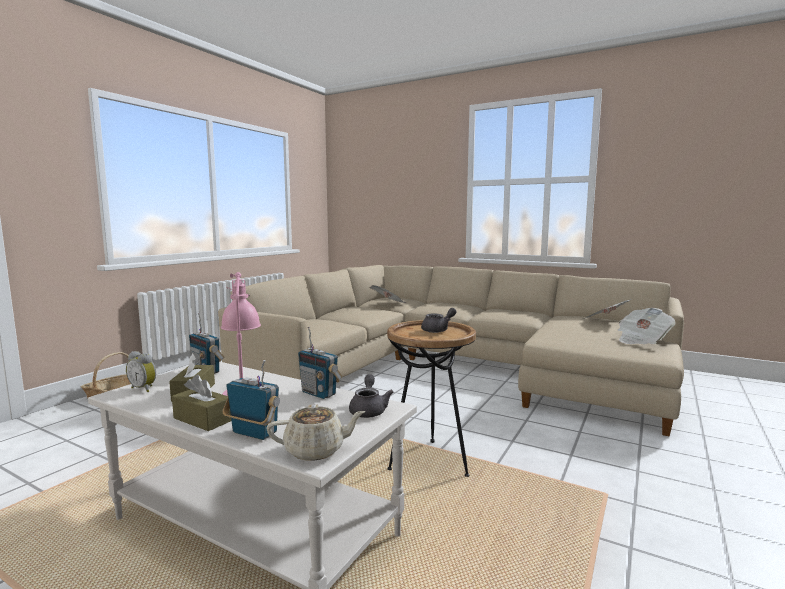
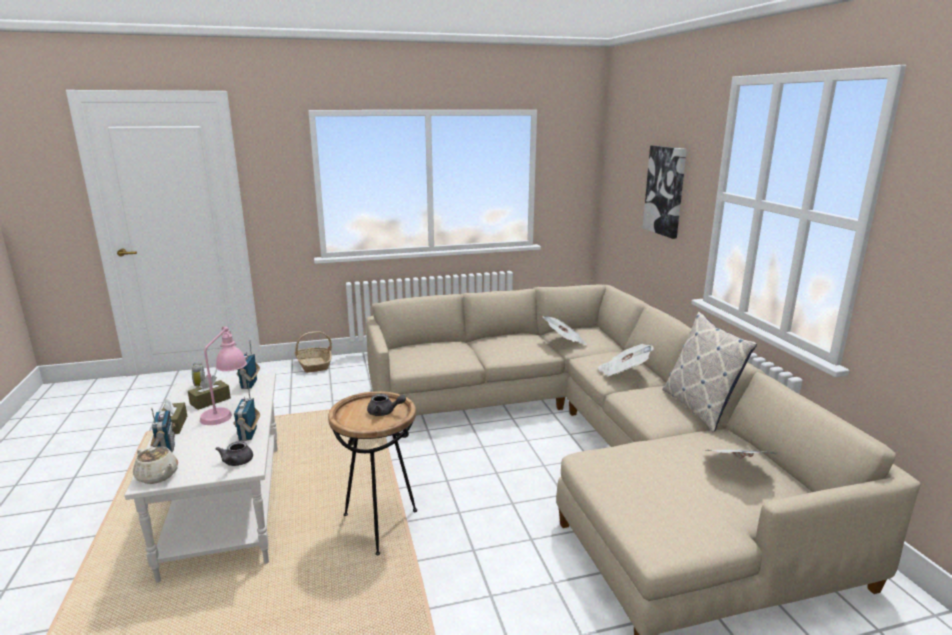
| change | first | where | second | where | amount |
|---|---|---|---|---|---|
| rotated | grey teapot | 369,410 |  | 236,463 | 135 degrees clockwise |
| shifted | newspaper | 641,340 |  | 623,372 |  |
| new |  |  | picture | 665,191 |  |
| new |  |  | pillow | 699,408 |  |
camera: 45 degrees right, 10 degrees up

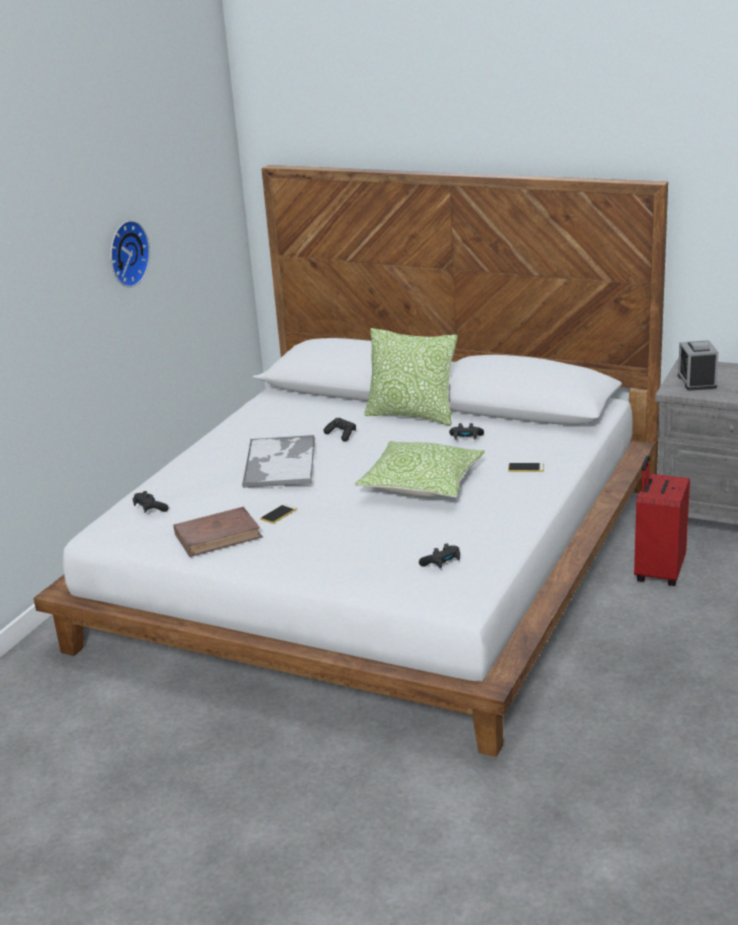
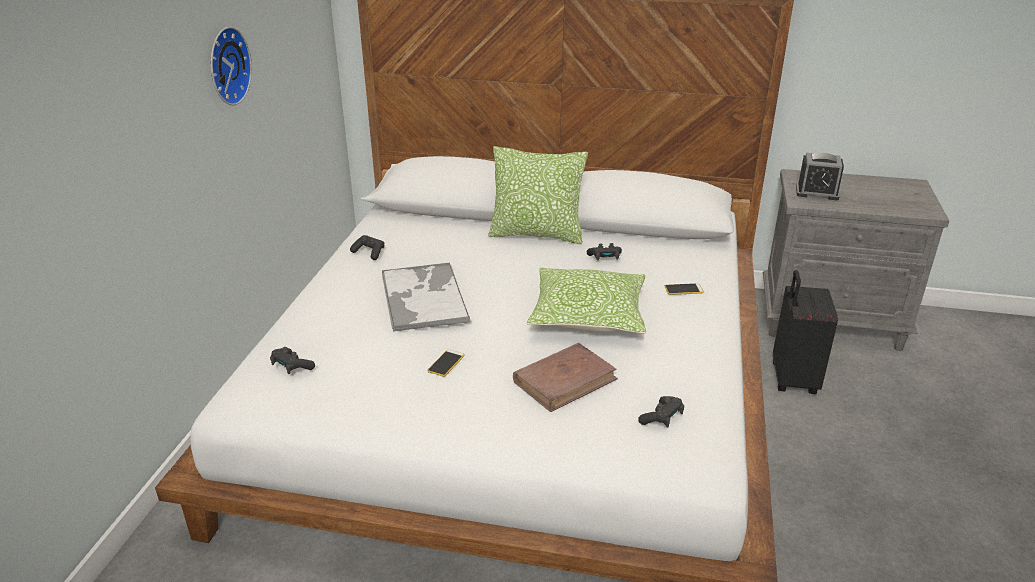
| change | first | where | second | where | amount |
|---|---|---|---|---|---|
| shifted | brown book | 218,536 |  | 565,380 |  |
| shifted | black game controller | 341,435 |  | 369,253 |  |
| repainted | red suitcase | 658,572 | black suitcase | 792,379 |  |
| rotated | alarm clock | 696,381 |  | 817,192 | 60 degrees counterclockwise |
camera: 15 degrees left, 5 degrees up

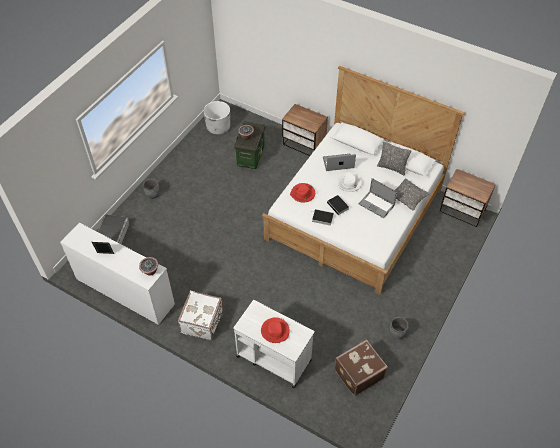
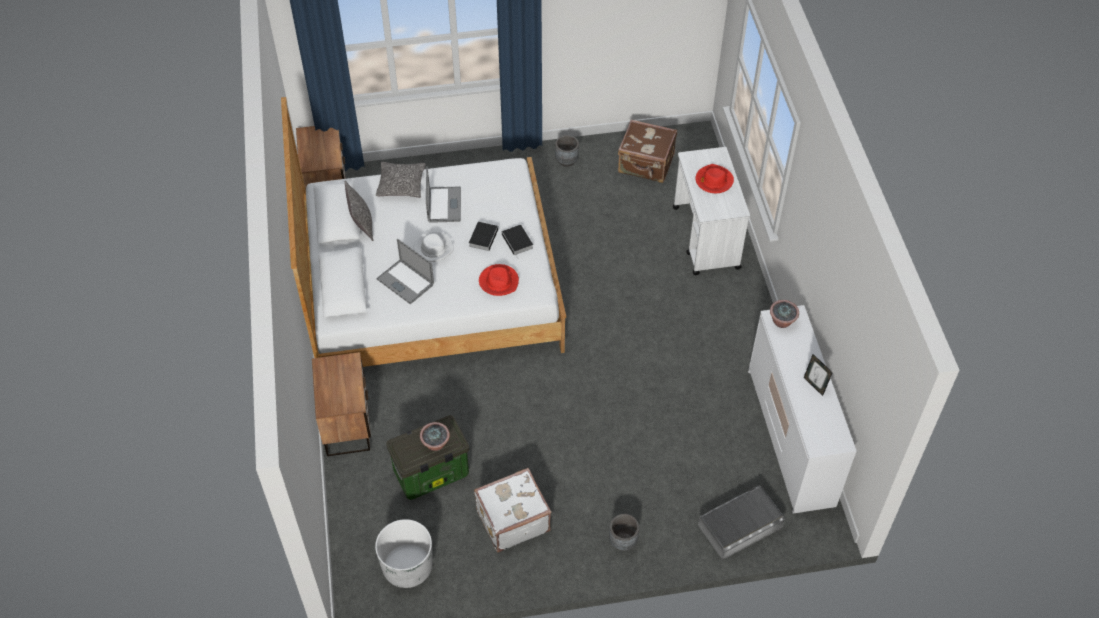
| change | first | where | second | where | amount |
|---|---|---|---|---|---|
| shifted | white suitcase | 203,322 |  | 512,520 |  |
camera: 130 degrees left, 0 degrees up

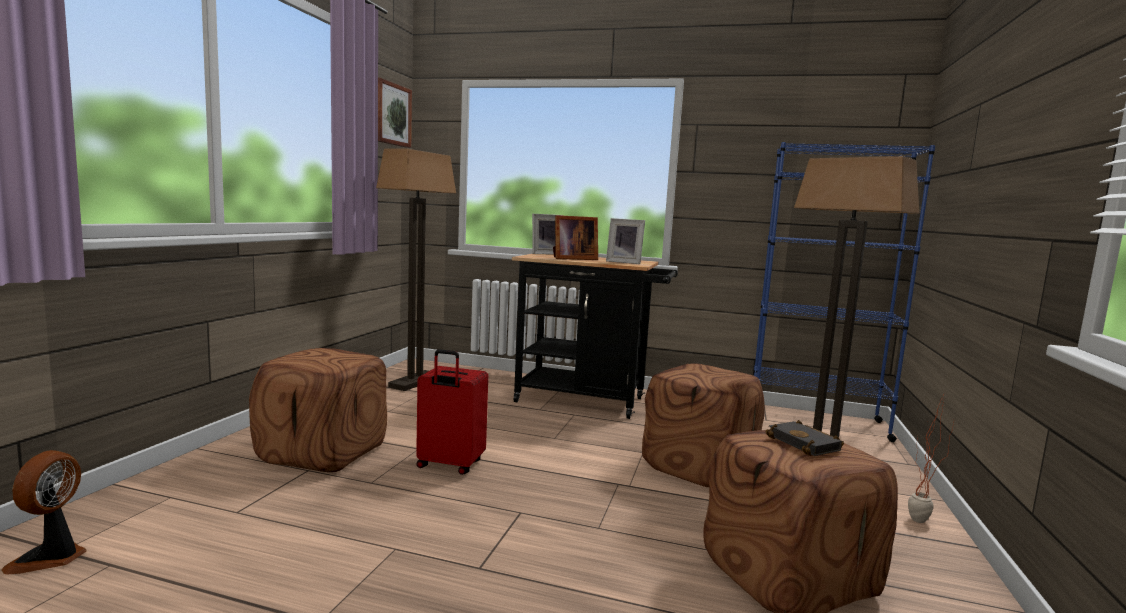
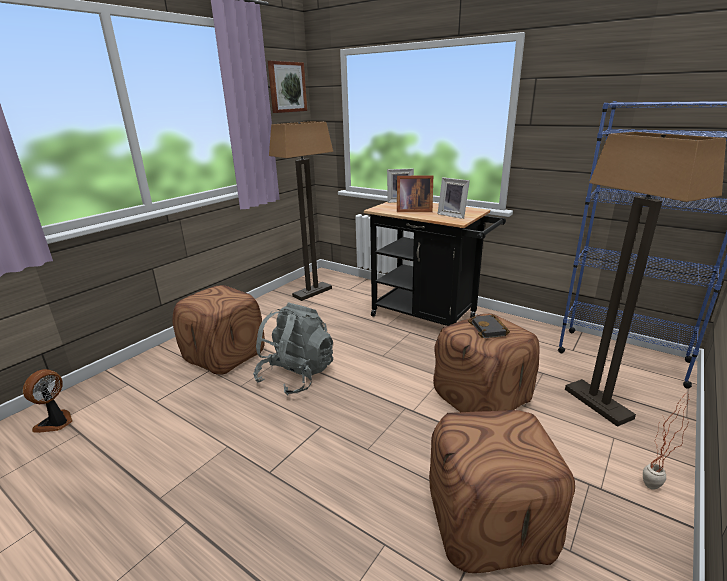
| change | first | where | second | where | amount |
|---|---|---|---|---|---|
| swapped | red suitcase | 449,465 | grey backpack | 296,375 |  |
| shifted | black book | 806,444 |  | 489,329 |  |
camera: 20 degrees right, 15 degrees up

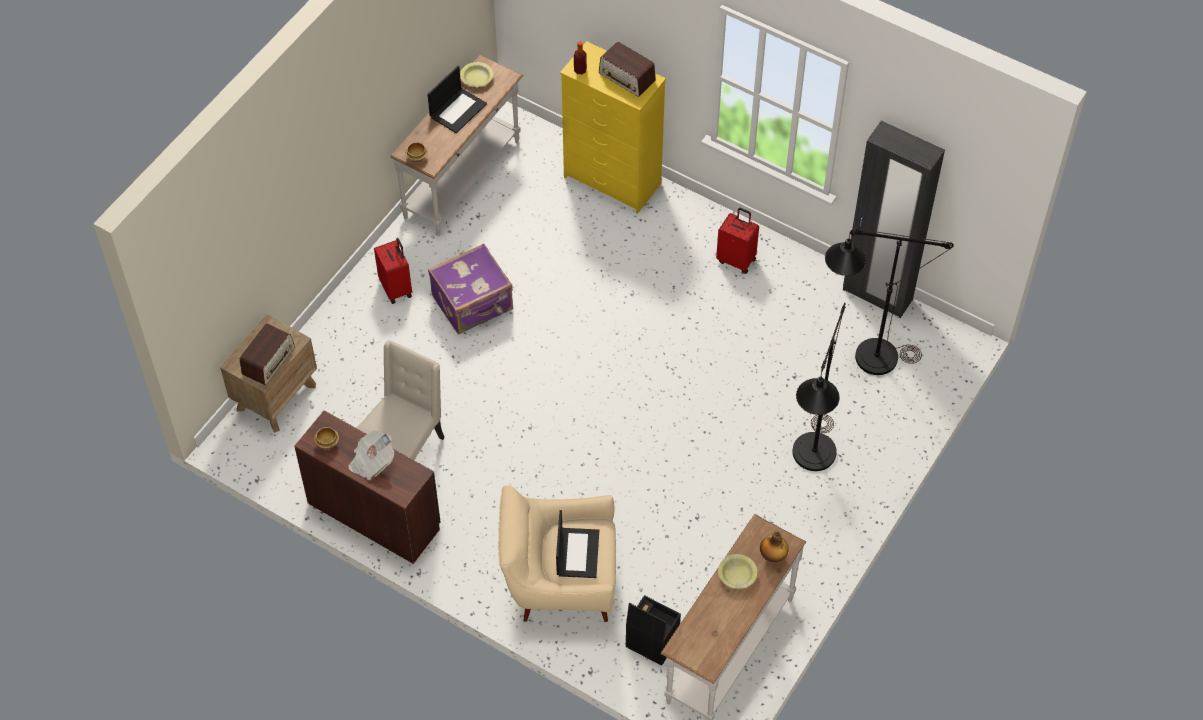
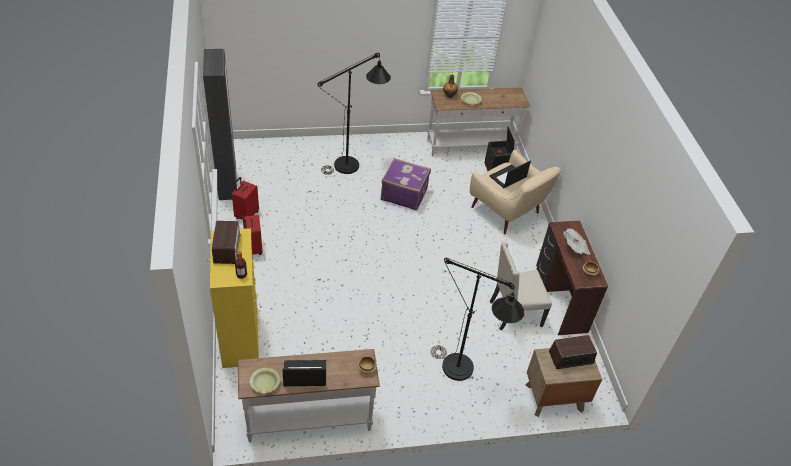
| change | first | where | second | where | amount |
|---|---|---|---|---|---|
| shifted | red suitcase | 397,288 |  | 246,215 |  |
| shifted | purple suitcase | 473,304 |  | 404,194 |  |
| shifted | black floor lamp | 863,358 |  | 464,373 |  |
camera: 135 degrees left, 10 degrees down

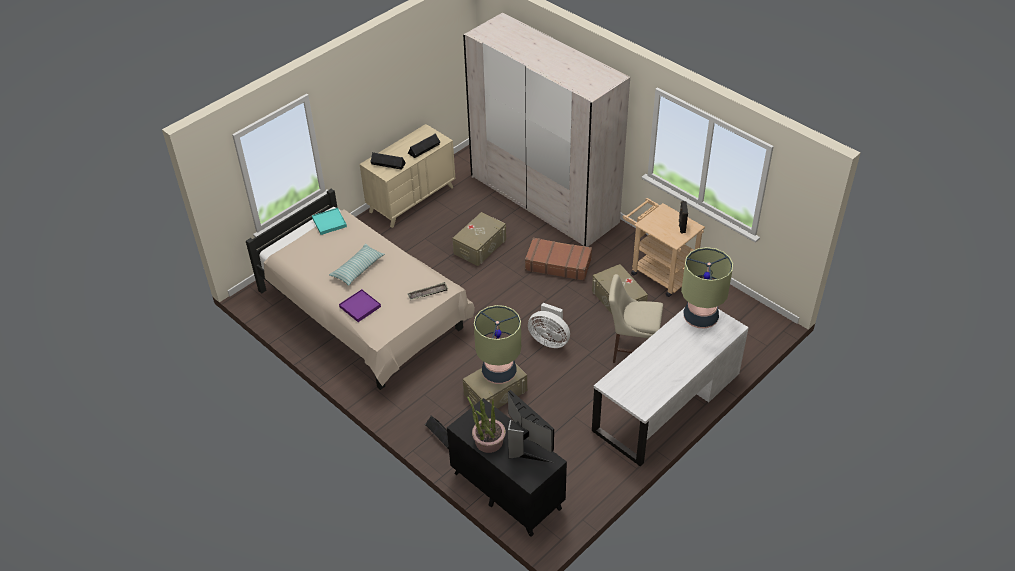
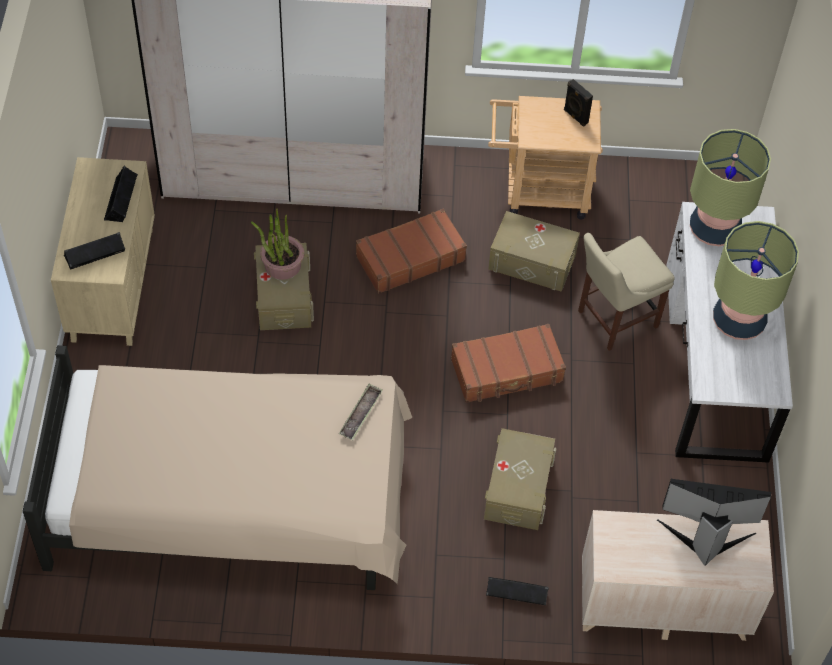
| change | first | where | second | where | amount |
|---|---|---|---|---|---|
| gone | turquoise tray | 329,222 |  |  |  |
| gone | pillow | 358,269 |  |  |  |
| gone | purple tray | 360,307 |  |  |  |
| repainted | black dresser | 507,490 | beige dresser | 662,604 |  |
| shifted | potted plant | 488,441 |  | 282,265 |  |
| shifted | table lamp | 499,372 |  | 738,321 |  |
| swapped | white fan | 549,340 | brown suitcase | 507,371 |  |
camera: 45 degrees left, 10 degrees up

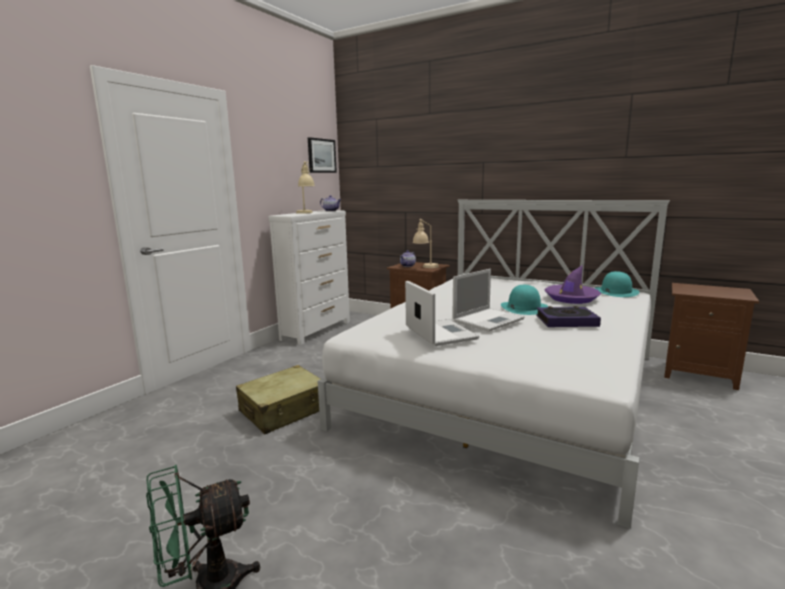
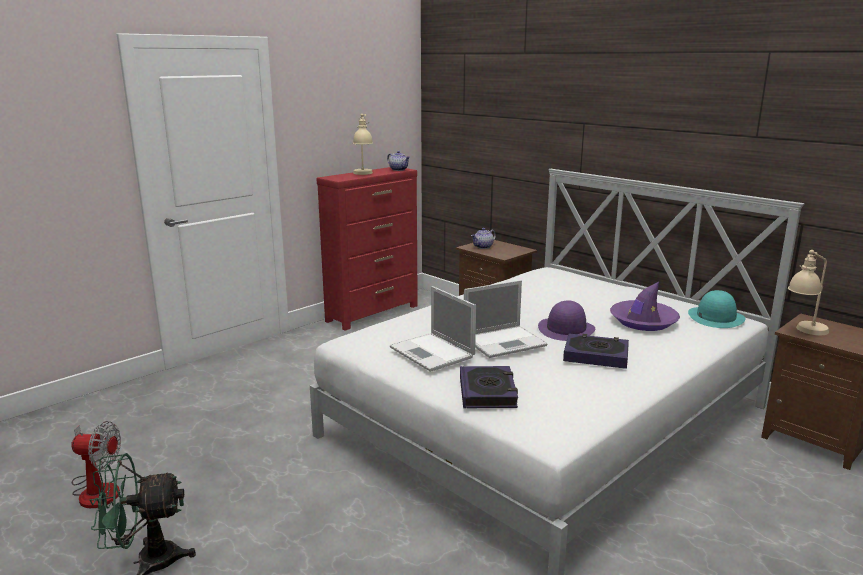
| change | first | where | second | where | amount |
|---|---|---|---|---|---|
| gone | beige suitcase | 284,410 |  |  |  |
| repainted | white dresser | 317,330 | red dresser | 373,313 |  |
| gone | picture | 321,156 |  |  |  |
| rotated | laptop | 439,332 |  | 433,353 | 150 degrees clockwise |
| shifted | beige table lamp | 425,267 |  | 804,332 |  |
| repainted | turquoise hat | 523,307 | purple hat | 566,329 |  |
| new |  |  | fan | 97,489 |  |
| new |  |  | book | 487,392 |  |
camera: 15 degrees right, 5 degrees up

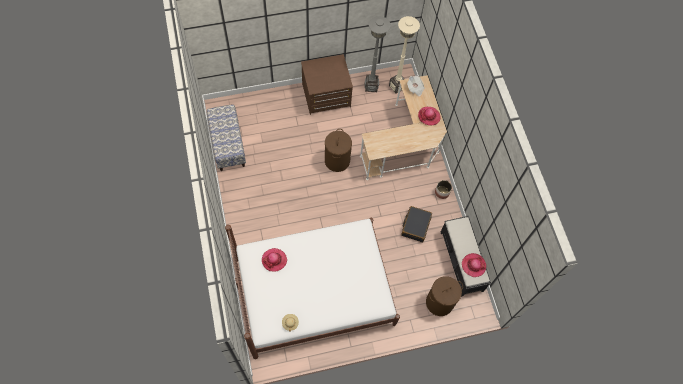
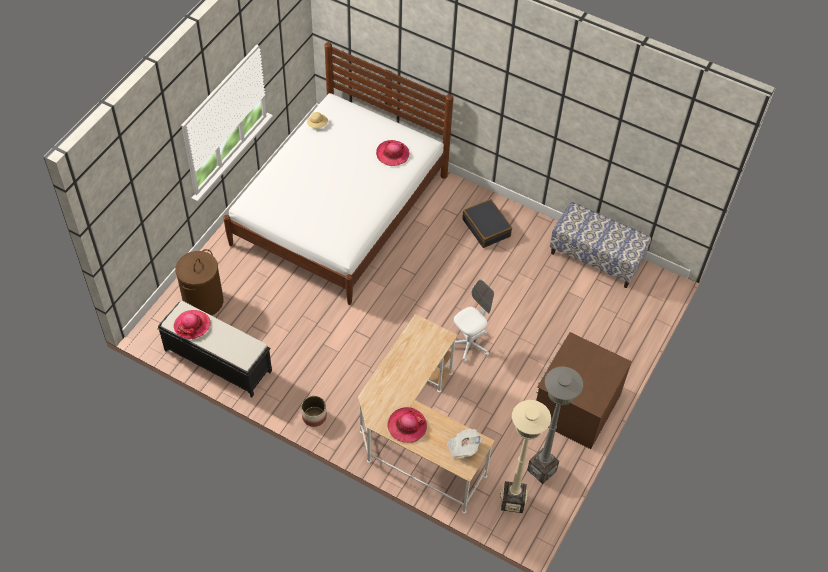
| change | first | where | second | where | amount |
|---|---|---|---|---|---|
| swapped | brown laundry basket | 337,160 | white office chair | 469,344 |  |
| shifted | black suitcase | 415,226 |  | 486,228 |  |
camera: 135 degrees right, 10 degrees down

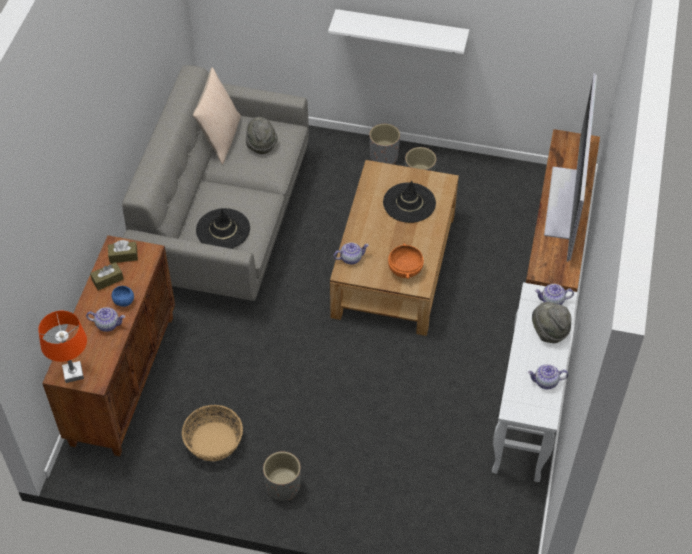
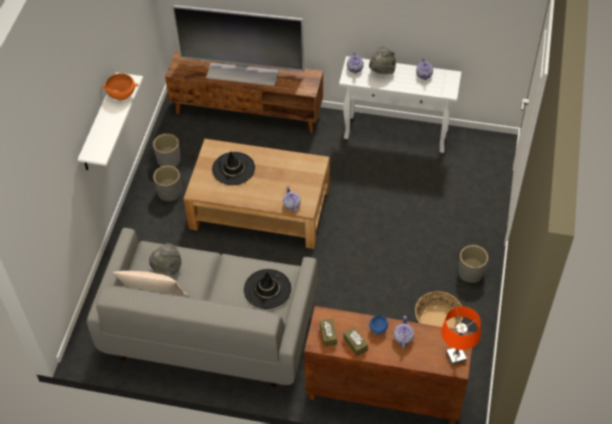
| change | first | where | second | where | amount |
|---|---|---|---|---|---|
| shifted | grey planter | 383,156 |  | 169,160 |  |
| shifted | orange bowl | 404,270 |  | 121,95 |  |
camera: 90 degrees left, 0 degrees up

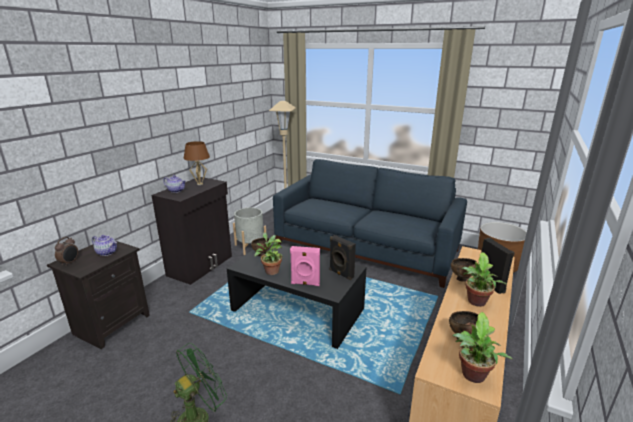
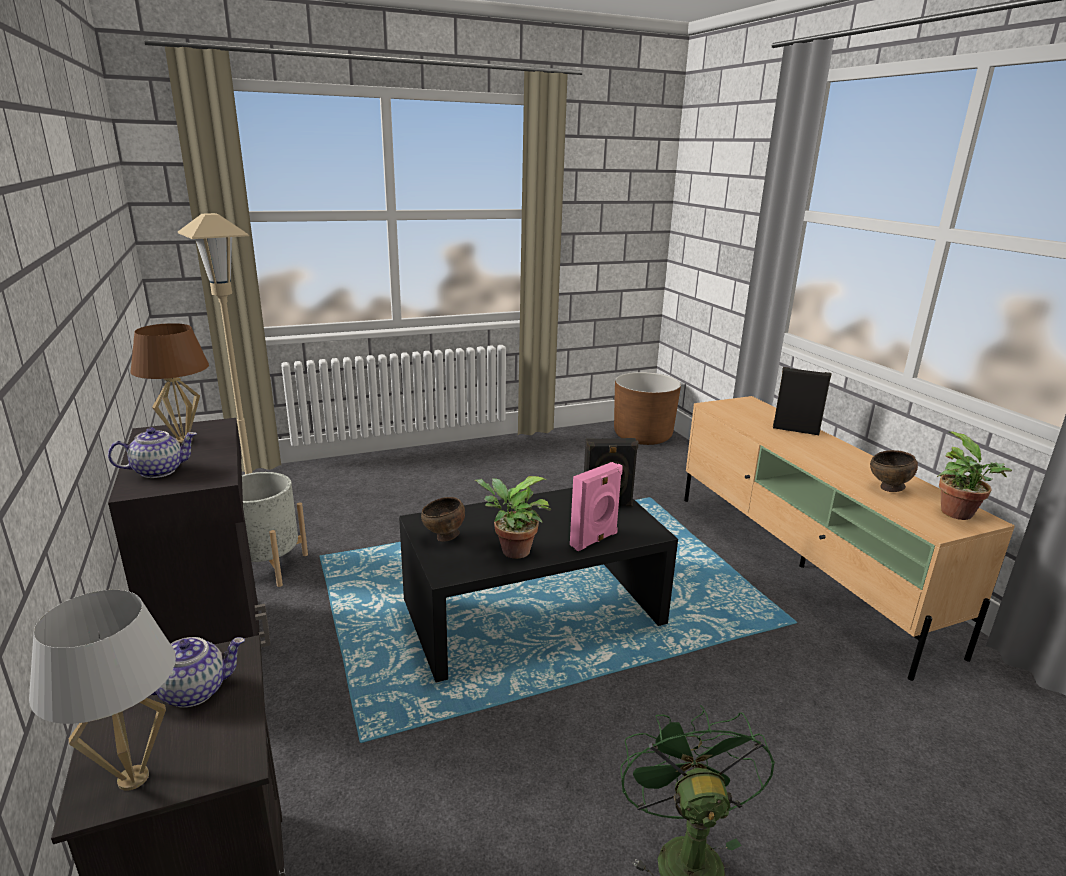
| change | first | where | second | where | amount |
|---|---|---|---|---|---|
| swapped | alarm clock | 70,262 | white table lamp | 134,778 |  |
| gone | blue sofa | 365,248 |  |  |  |
| gone | brown bowl | 461,279 |  |  |  |
| gone | potted plant | 476,303 |  |  |  |
camera: 50 degrees left, 0 degrees up

